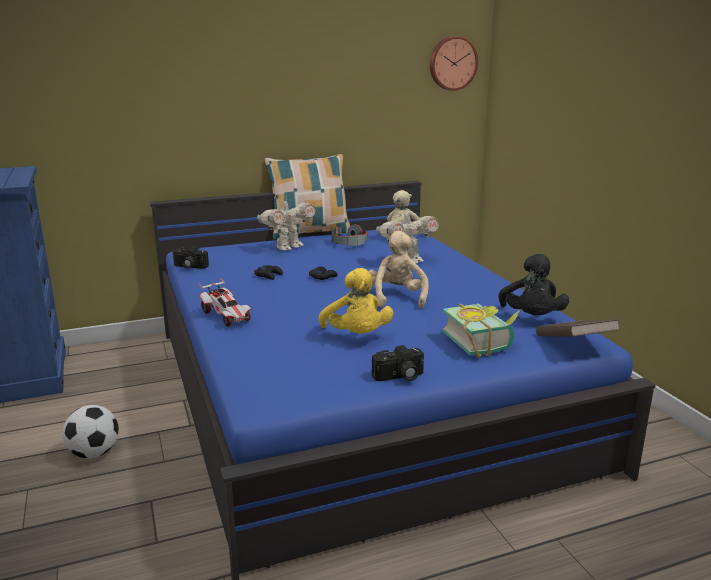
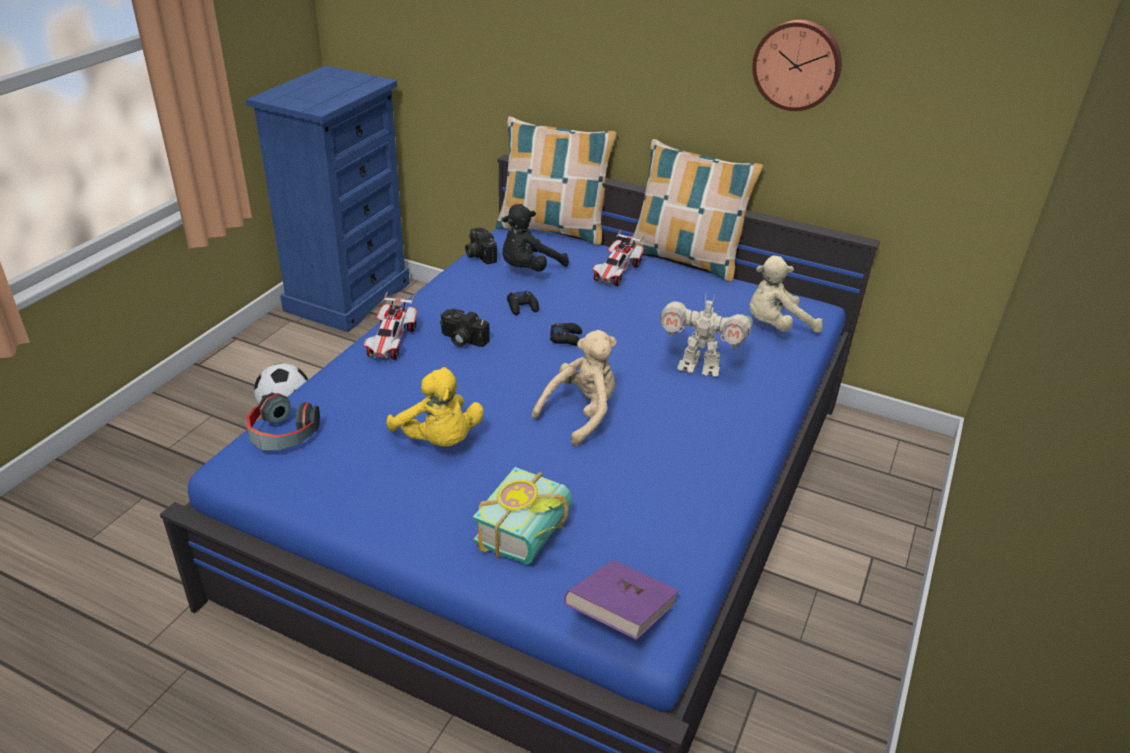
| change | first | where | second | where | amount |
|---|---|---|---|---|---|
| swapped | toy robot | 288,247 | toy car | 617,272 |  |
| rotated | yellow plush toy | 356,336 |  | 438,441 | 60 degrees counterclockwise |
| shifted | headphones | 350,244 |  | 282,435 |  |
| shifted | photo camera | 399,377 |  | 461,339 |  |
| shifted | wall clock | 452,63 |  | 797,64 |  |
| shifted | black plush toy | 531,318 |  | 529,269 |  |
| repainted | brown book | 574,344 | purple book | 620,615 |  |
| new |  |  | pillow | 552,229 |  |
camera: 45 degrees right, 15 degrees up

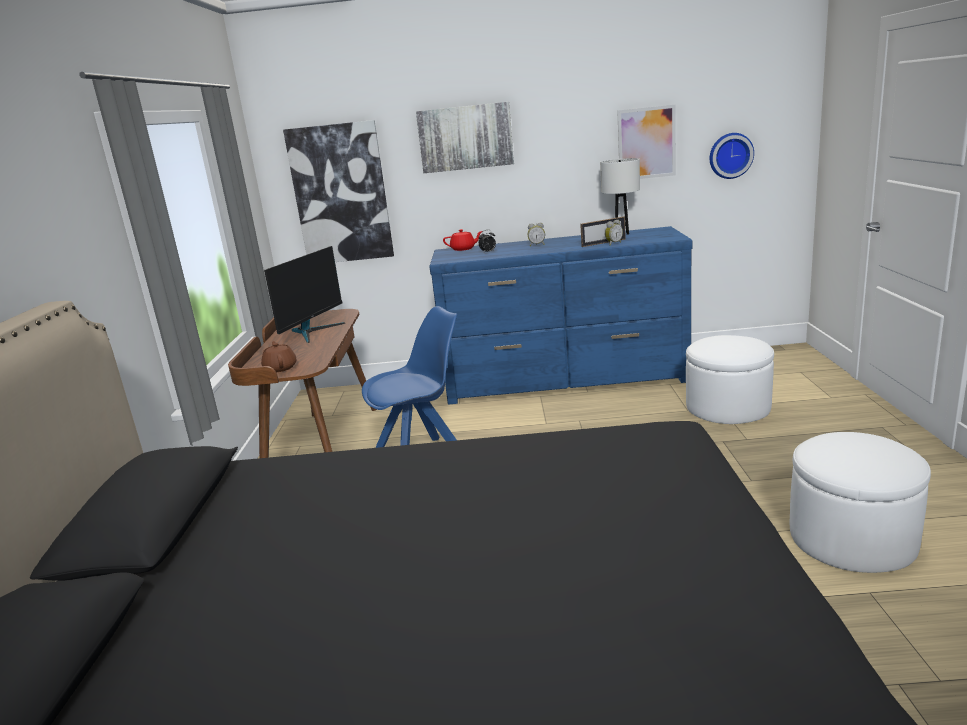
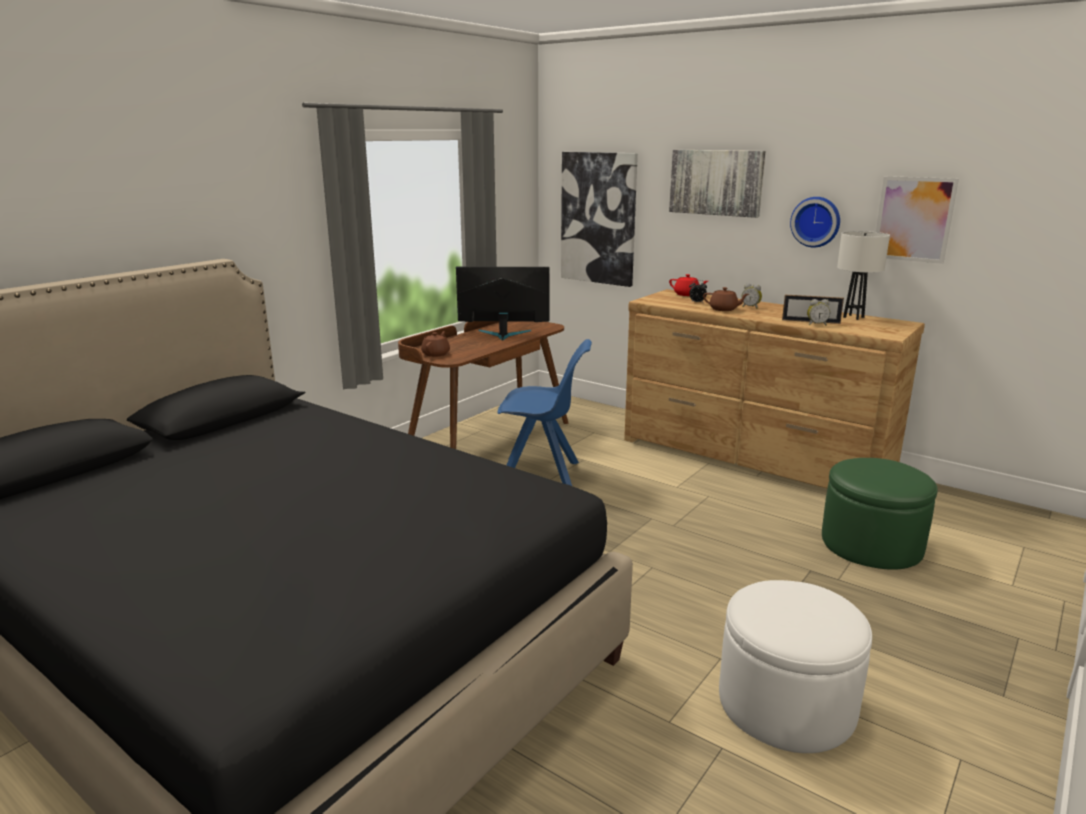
| change | first | where | second | where | amount |
|---|---|---|---|---|---|
| rotated | monitor | 312,331 |  | 503,334 | 150 degrees counterclockwise |
| repainted | blue dresser | 565,380 | brown dresser | 753,458 |  |
| repainted | white ottoman | 728,407 | green ottoman | 871,544 |  |
| shifted | wall clock | 730,155 |  | 816,221 |  |
| new |  |  | brown teapot | 724,309 |  |
camera: 35 degrees right, 0 degrees up

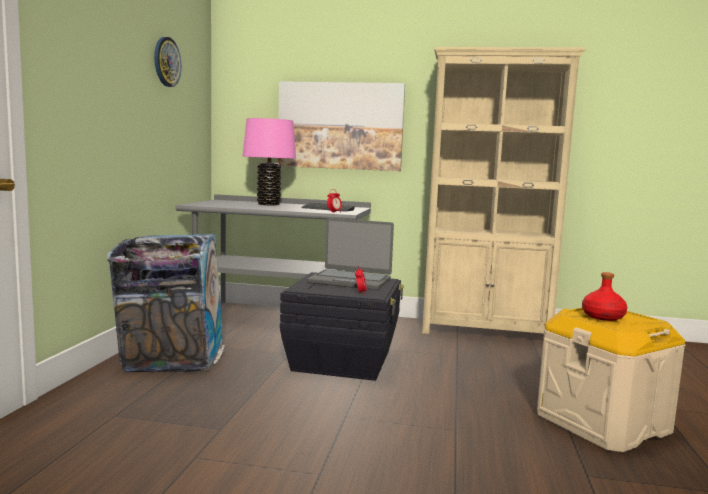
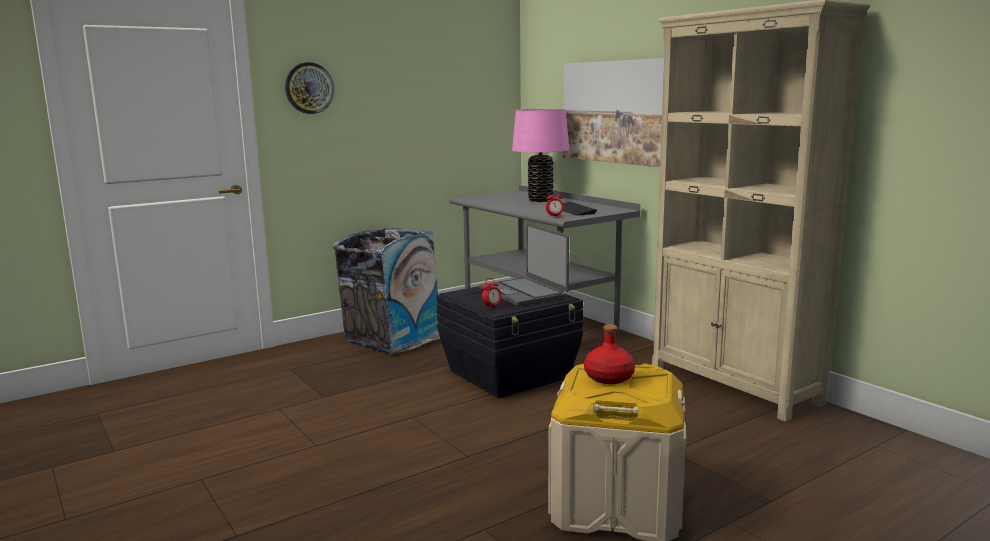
| change | first | where | second | where | amount |
|---|---|---|---|---|---|
| shifted | wall clock | 166,62 |  | 309,88 |  |
camera: 45 degrees right, 5 degrees up

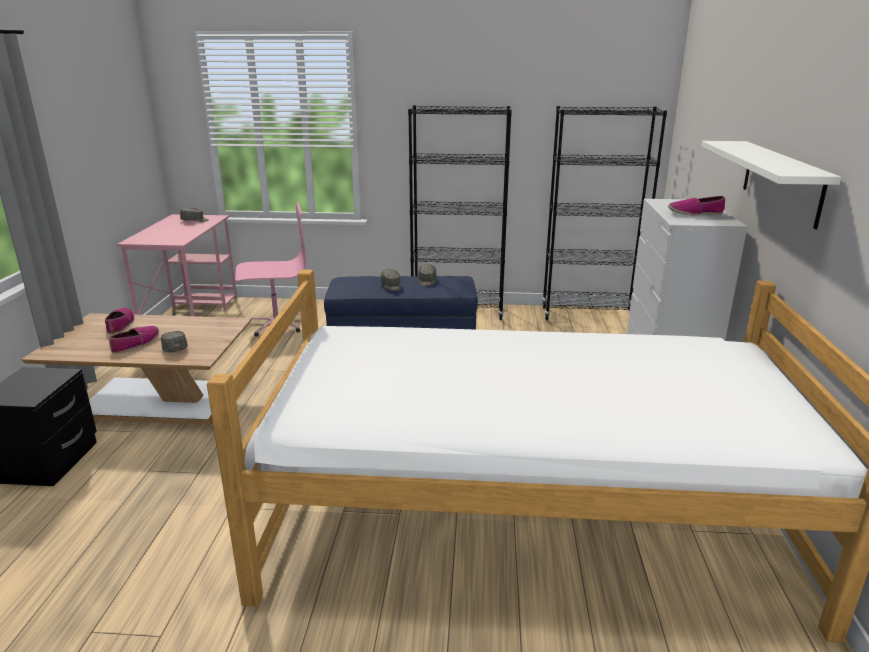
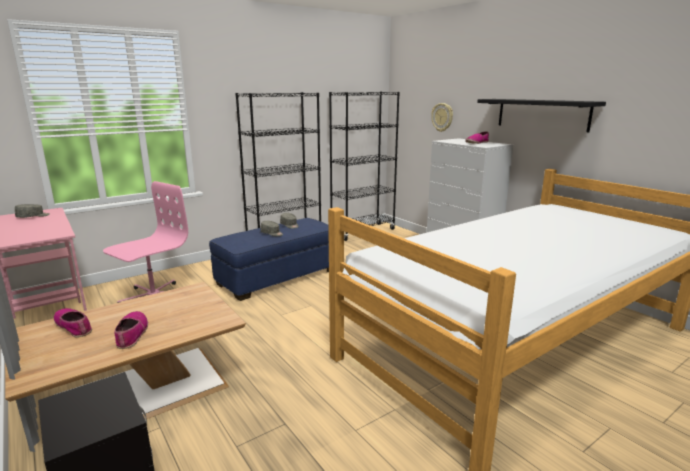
| change | first | where | second | where | amount |
|---|---|---|---|---|---|
| gone | grey cap | 174,348 |  |  |  |
| repainted | white shelf | 781,181 | black shelf | 542,114 |  |
| new |  |  | wall clock | 442,117 |  |
camera: 40 degrees left, 5 degrees down

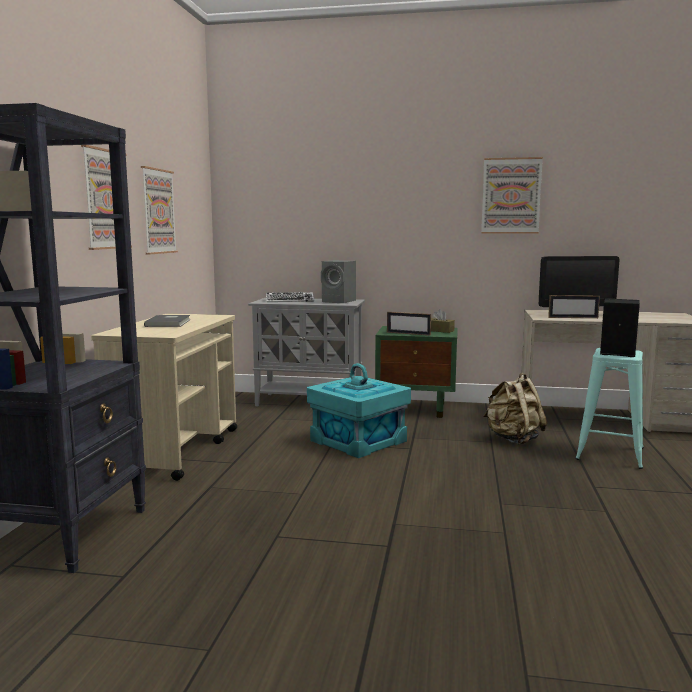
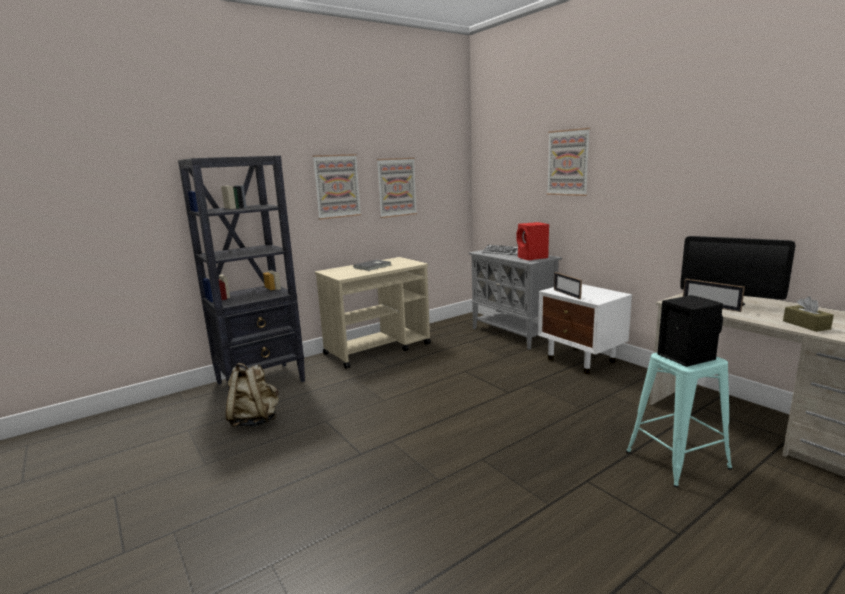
| change | first | where | second | where | amount |
|---|---|---|---|---|---|
| gone | turquoise storage box | 358,441 |  |  |  |
| repainted | grey speaker | 339,301 | red speaker | 532,258 |  |
| repainted | green nightstand | 417,409 | white nightstand | 582,360 |  |
| shifted | brown tissue box | 439,330 |  | 806,325 |  |
| shifted | picture | 511,196 |  | 568,162 |  |
| shifted | beige backpack | 513,439 |  | 255,420 |  |
camera: 45 degrees right, 5 degrees up

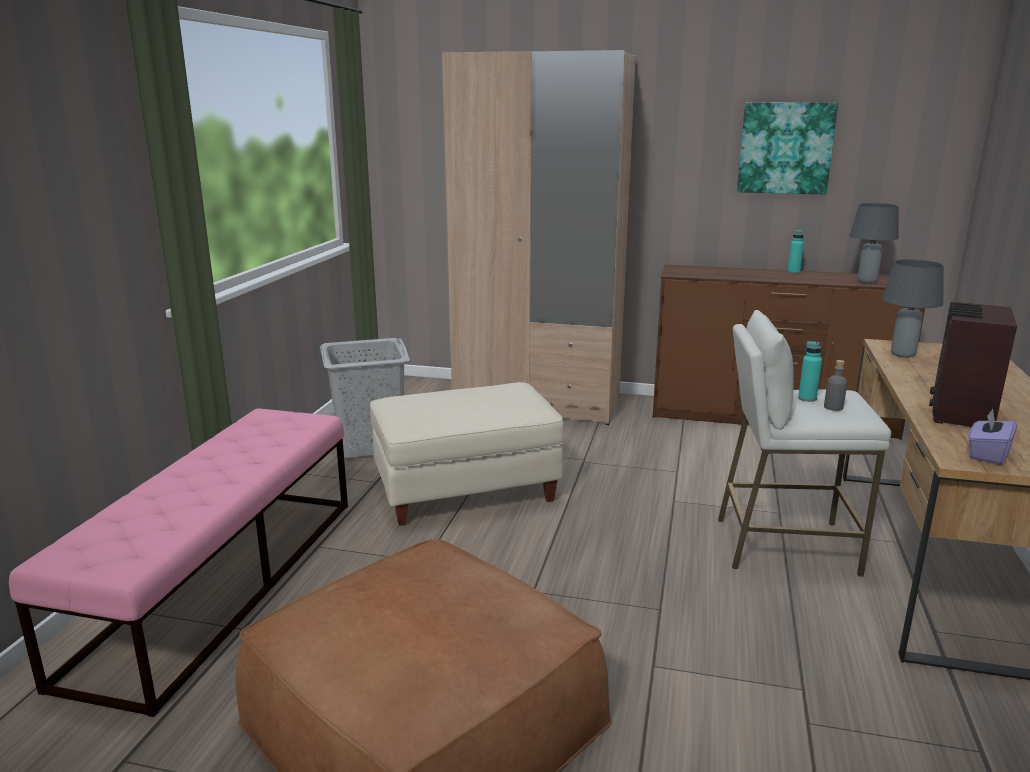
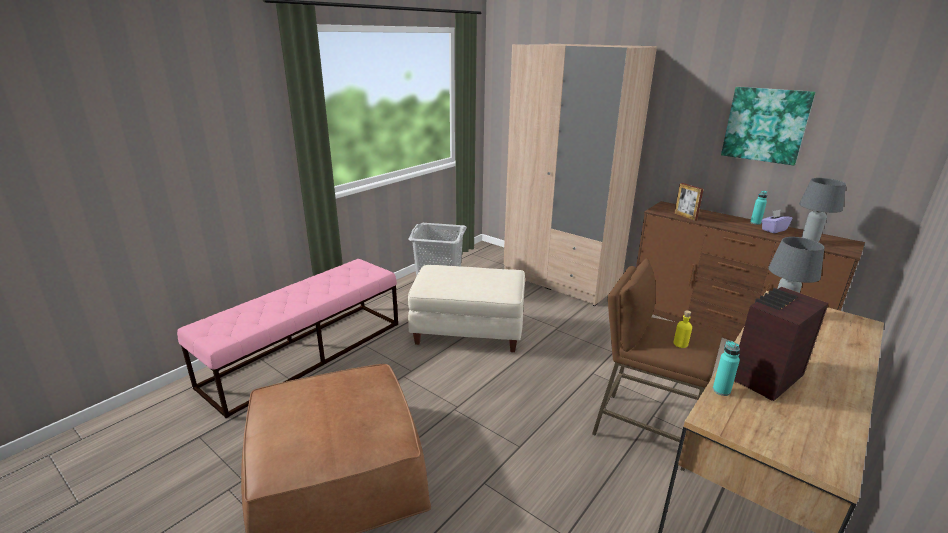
| change | first | where | second | where | amount |
|---|---|---|---|---|---|
| repainted | white stool | 784,545 | brown stool | 644,429 |  |
| shifted | turquoise bottle | 807,398 |  | 721,390 |  |
| repainted | grey bottle | 833,407 | yellow bottle | 680,344 |  |
| shifted | purple tissue box | 987,454 |  | 773,230 |  |
| new |  |  | picture frame | 685,216 |  |
camera: 25 degrees right, 5 degrees up

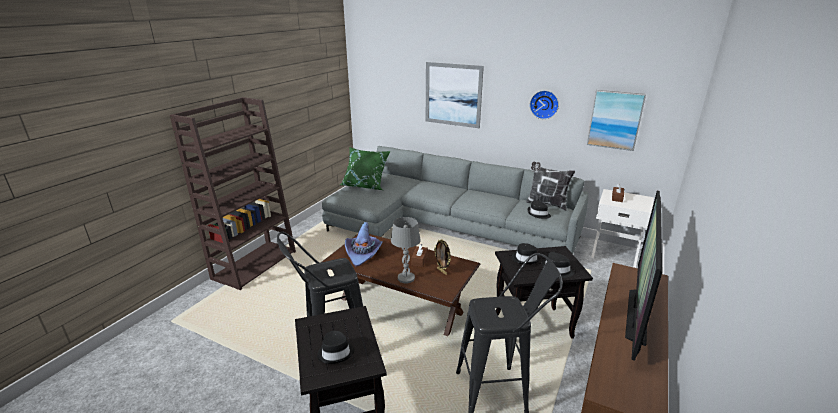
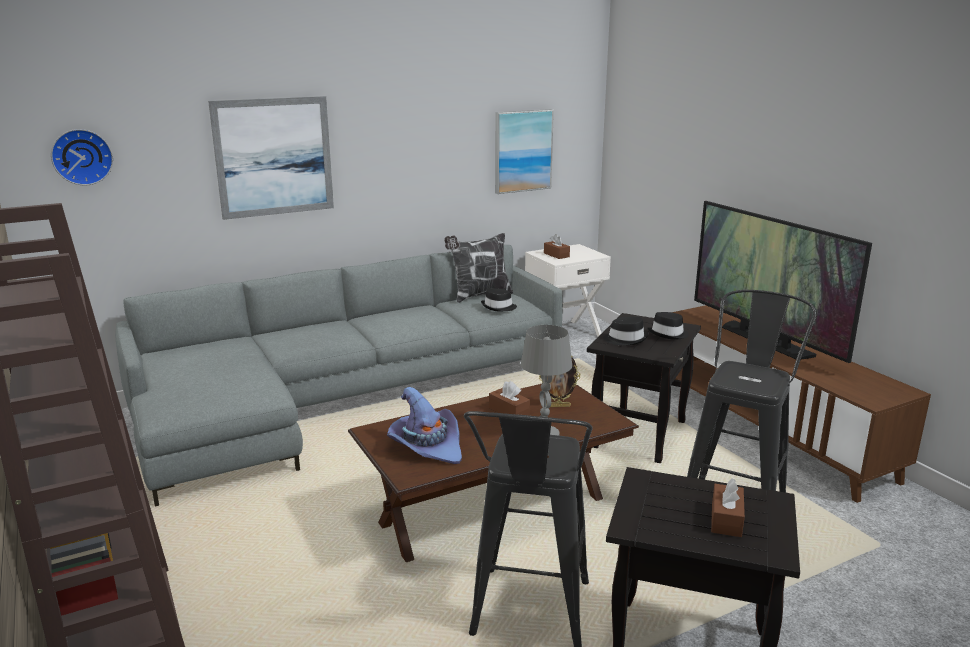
| change | first | where | second | where | amount |
|---|---|---|---|---|---|
| swapped | black hat | 336,352 | brown tissue box | 726,519 |  |
| gone | green pillow | 365,185 |  |  |  |
| shifted | wall clock | 544,104 |  | 82,156 |  |
camera: 55 degrees left, 5 degrees down

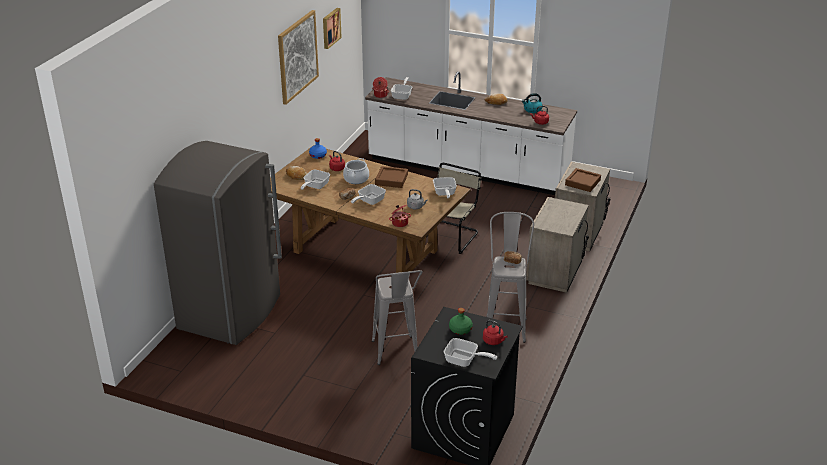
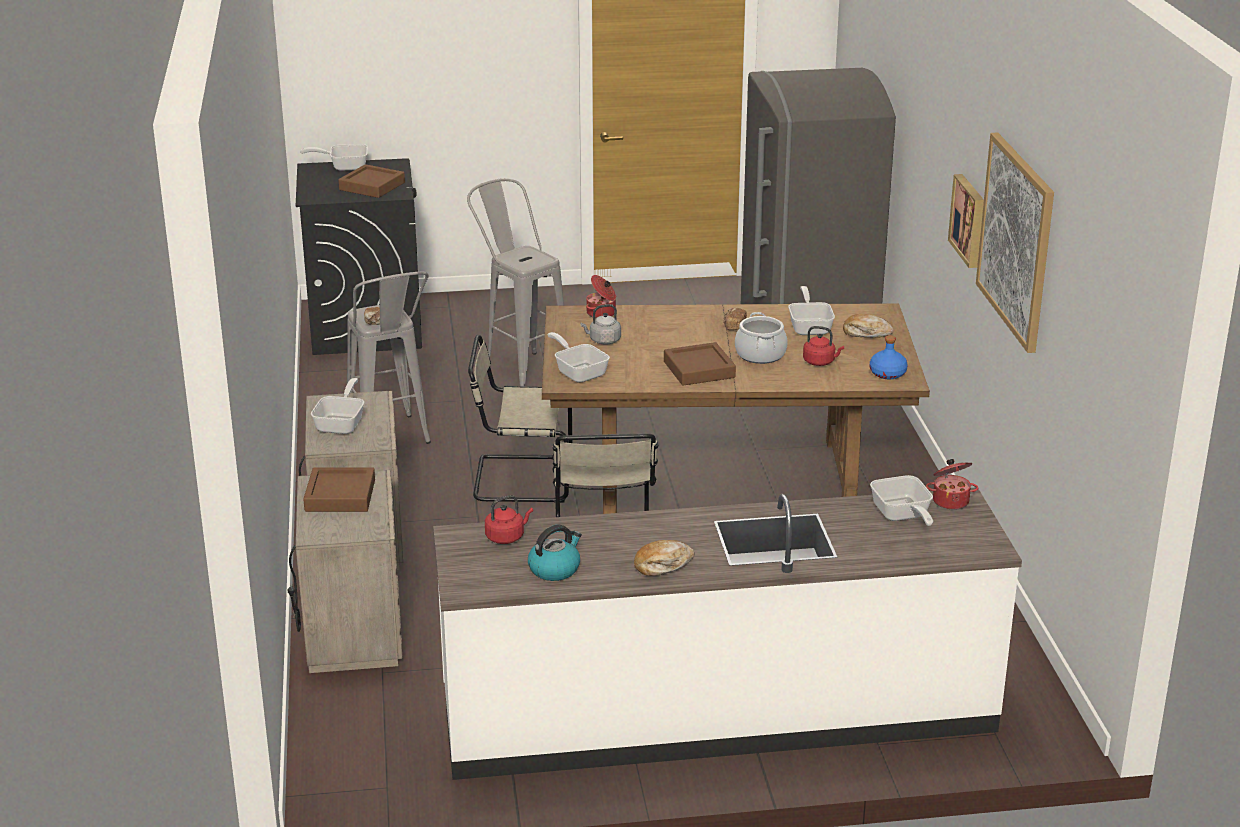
| change | first | where | second | where | amount |
|---|---|---|---|---|---|
| shifted | picture | 330,28 |  | 969,220 |  |
| shifted | frying pan | 369,201 |  | 342,423 |  |
| swapped | green bottle | 460,329 | brown tray | 372,186 |  |
| gone | red kettle | 494,341 |  |  |  |
| new |  |  | beige chair | 518,479 |  |
camera: 150 degrees right, 5 degrees down

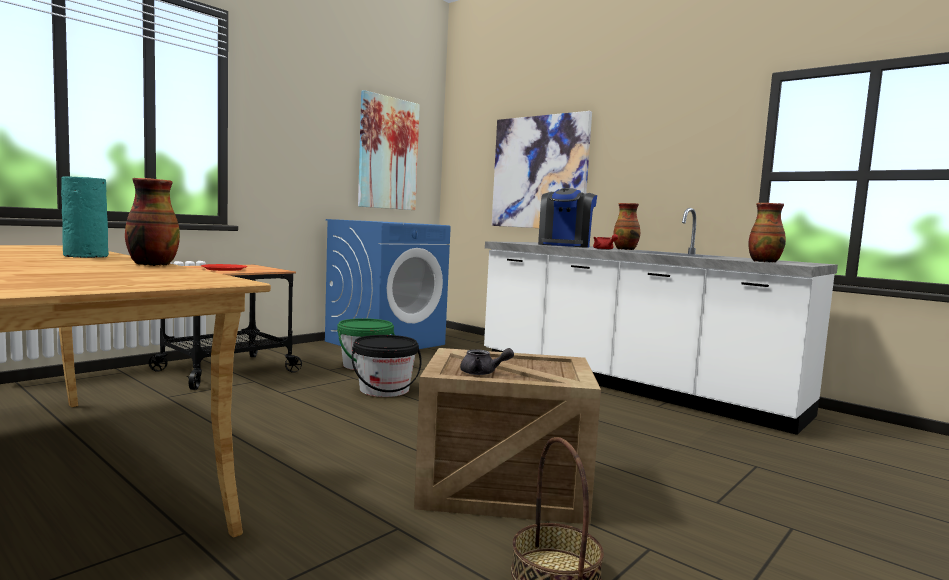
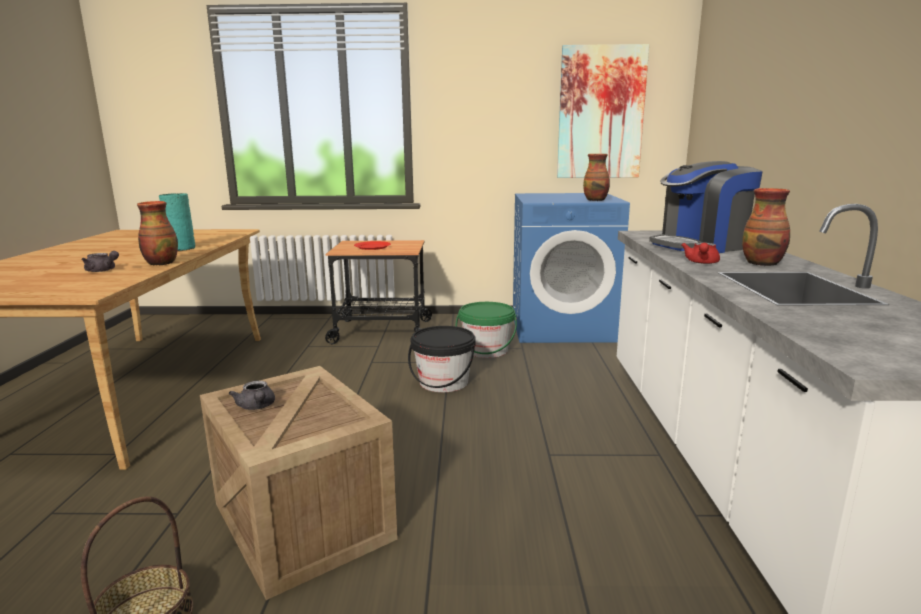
| change | first | where | second | where | amount |
|---|---|---|---|---|---|
| gone | picture | 539,172 |  |  |  |
| shifted | vase | 764,262 |  | 596,200 |  |
| new |  |  | grey teapot | 102,270 |  |
camera: 50 degrees right, 10 degrees up

